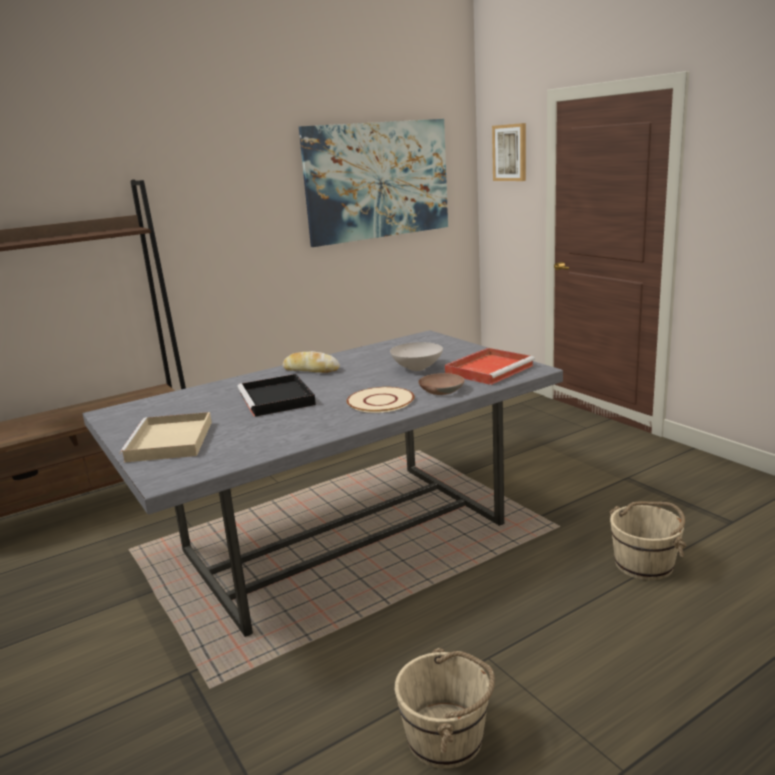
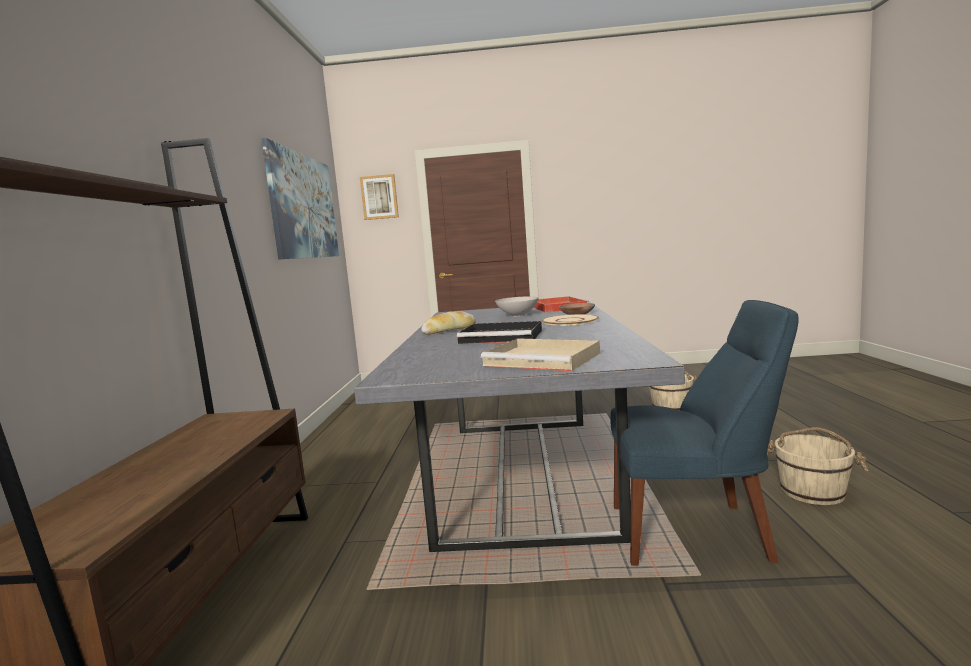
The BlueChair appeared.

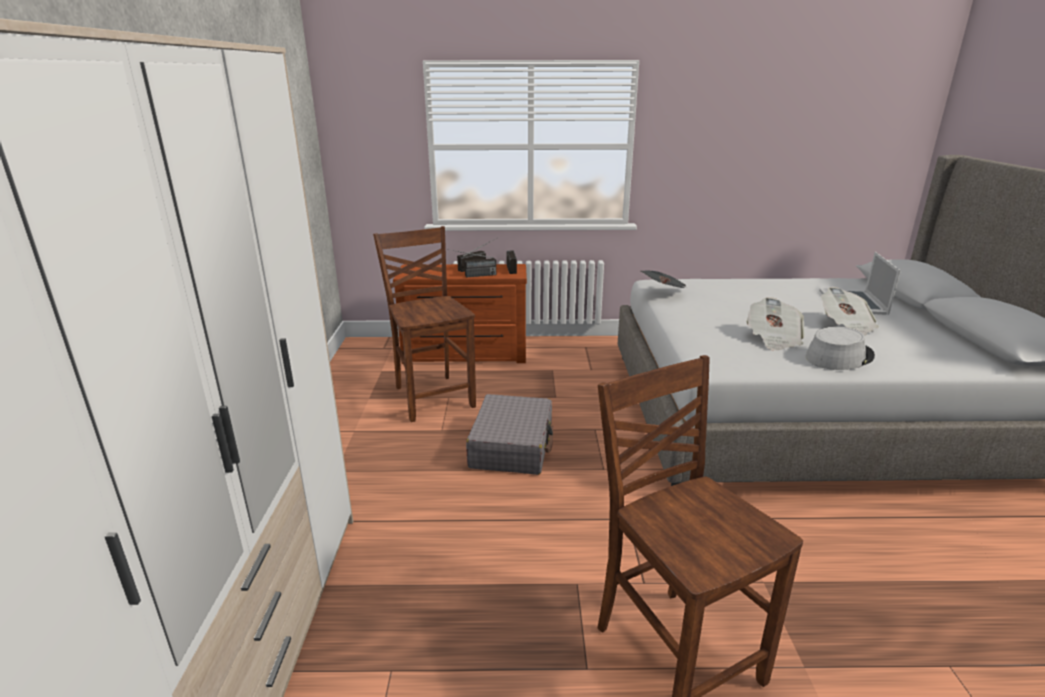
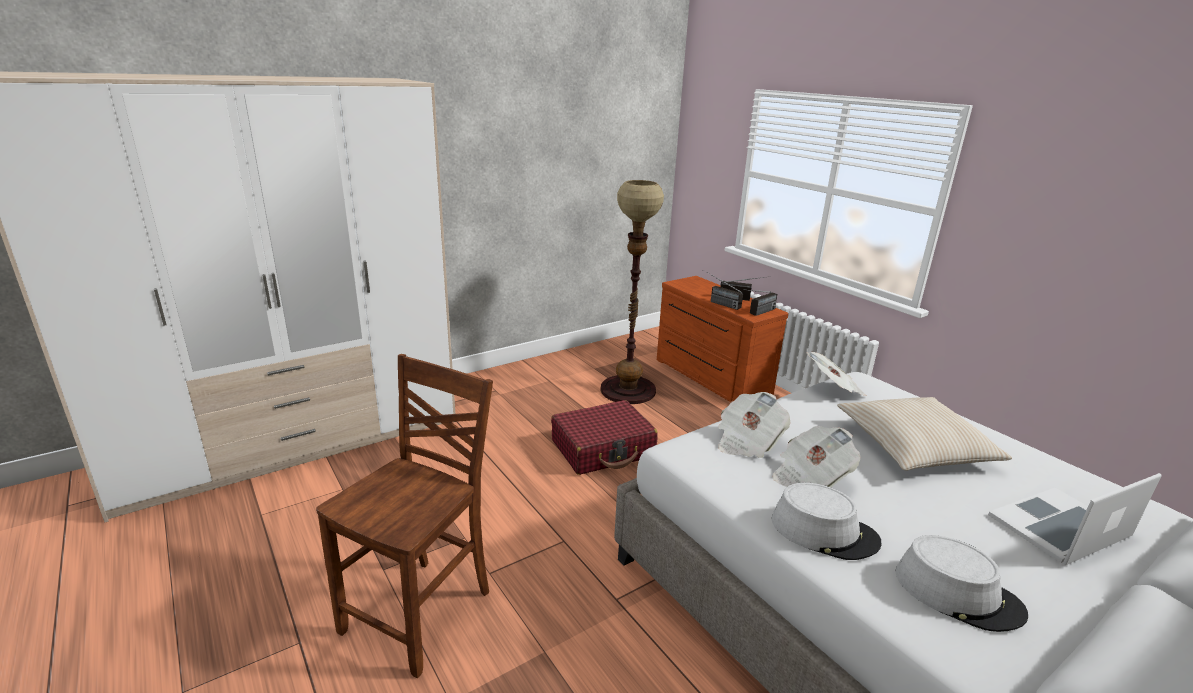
The BrownChair (no. 1 from left) was replaced by the FloorLamp.
The Newspaper (no. 3 from left in the first image) moved.
The GreySuitcase became the RedSuitcase.
The BeigePillow appeared.
The GreyHat (no. 2 from left) appeared.

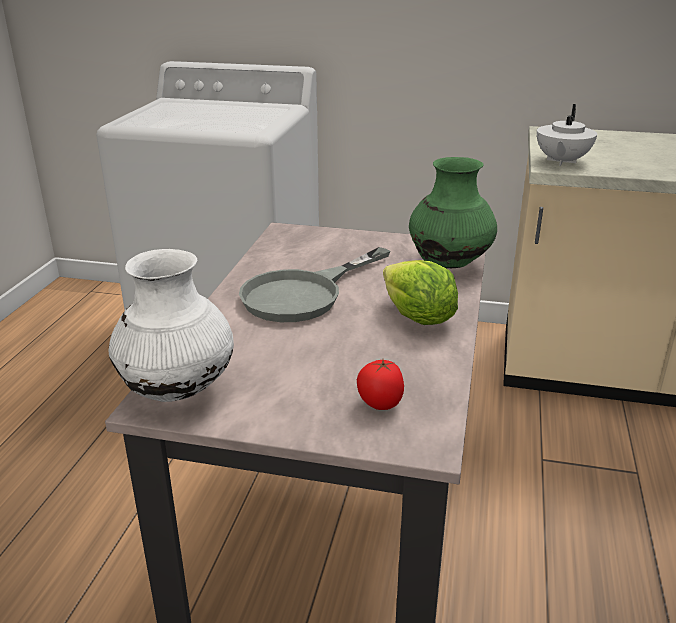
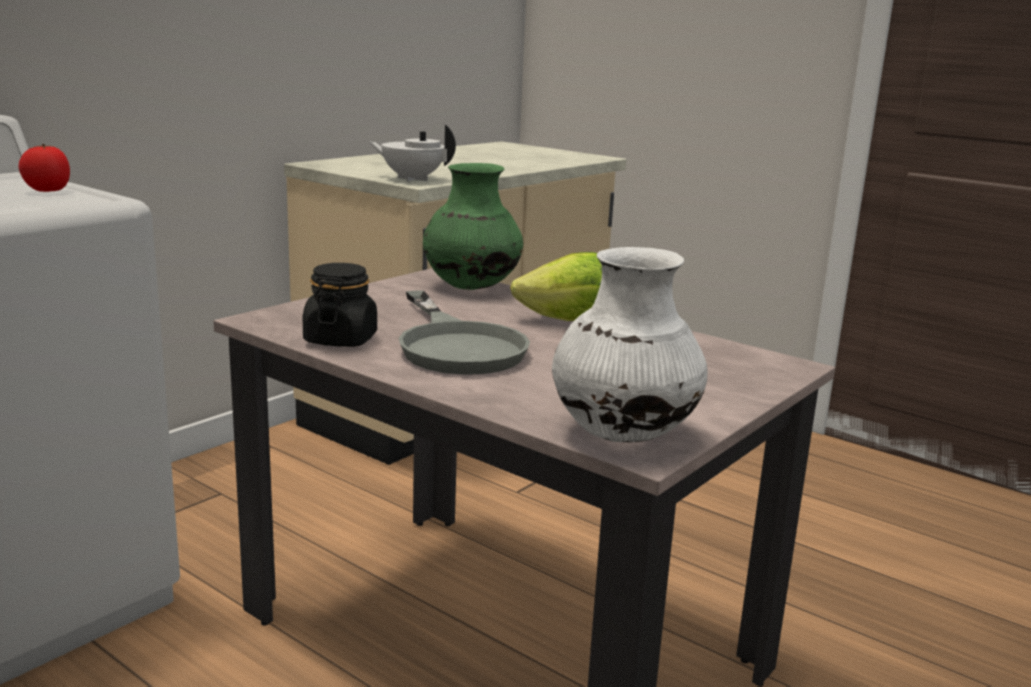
The WhiteTeapot turned 150 degrees clockwise.
The Tomato moved.
The BlackJar appeared.

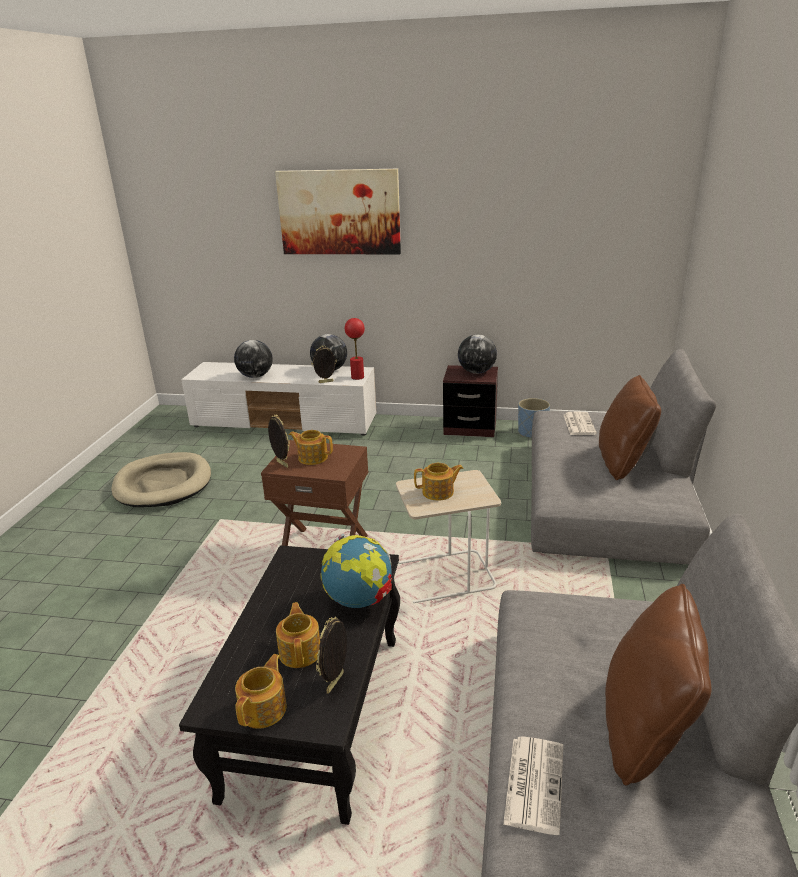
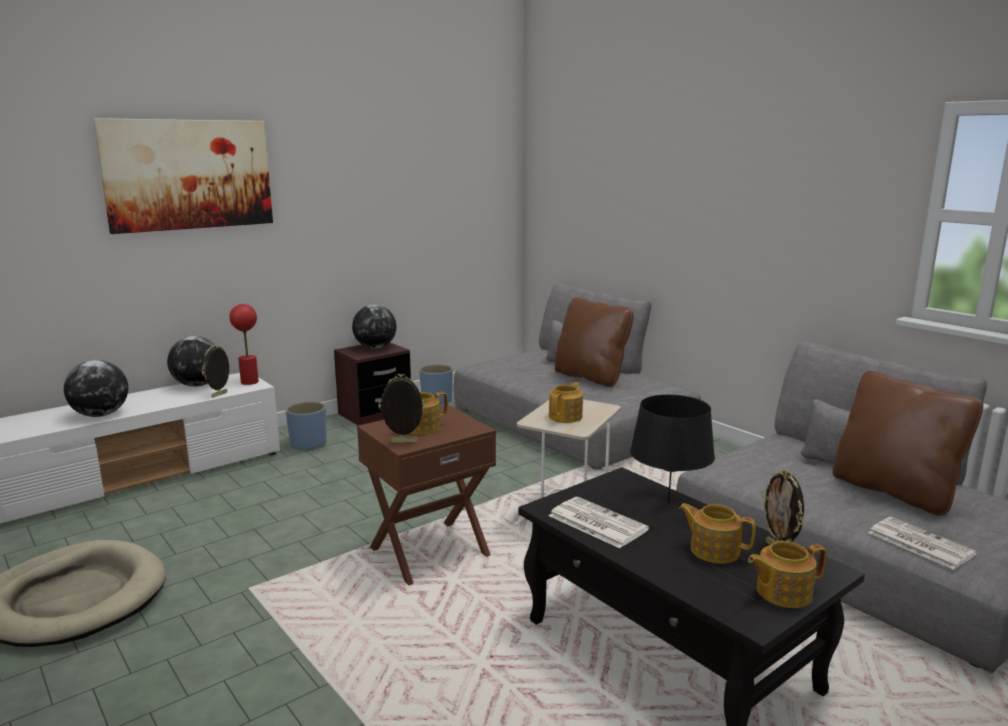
The Newspaper (no. 2 from left in the first image) moved.
The Globe (no. 3 from left) was replaced by the BlackTableLamp.
The Teapot (no. 1 from left in the first image) turned 75 degrees counterclockwise.
The BluePlanter (no. 1 from left) appeared.

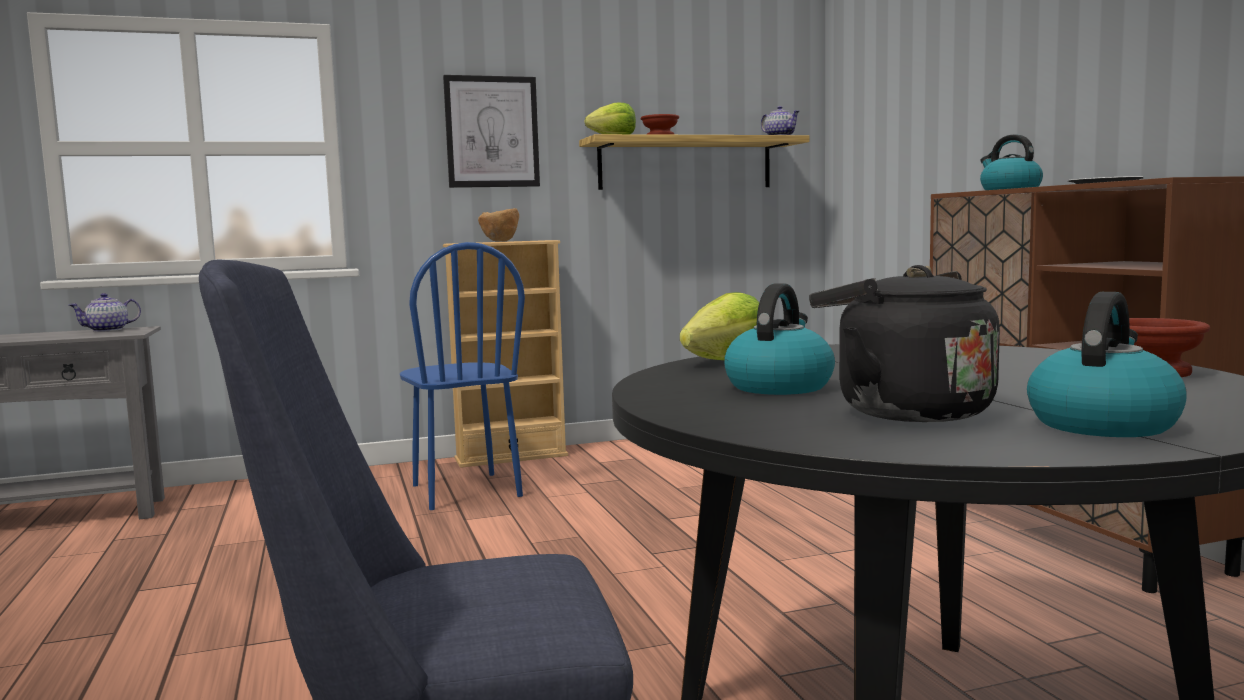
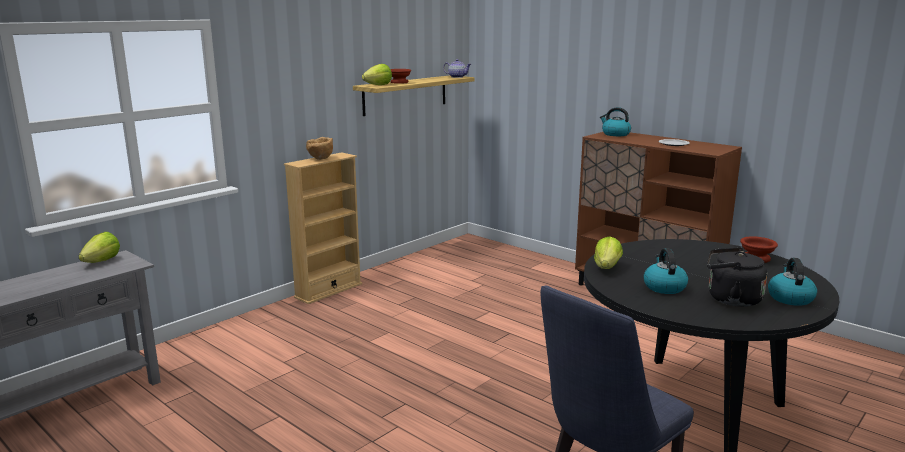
The Picture disappeared.
The BlueChair (no. 2 from left) disappeared.
The Teapot (no. 1 from left) was replaced by the Lettuce (no. 1 from left).

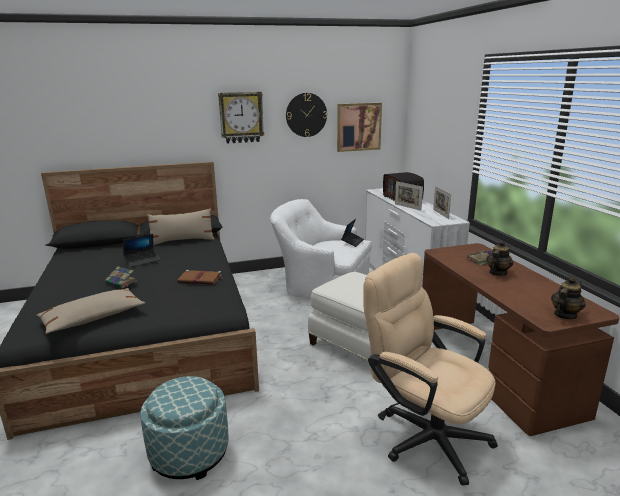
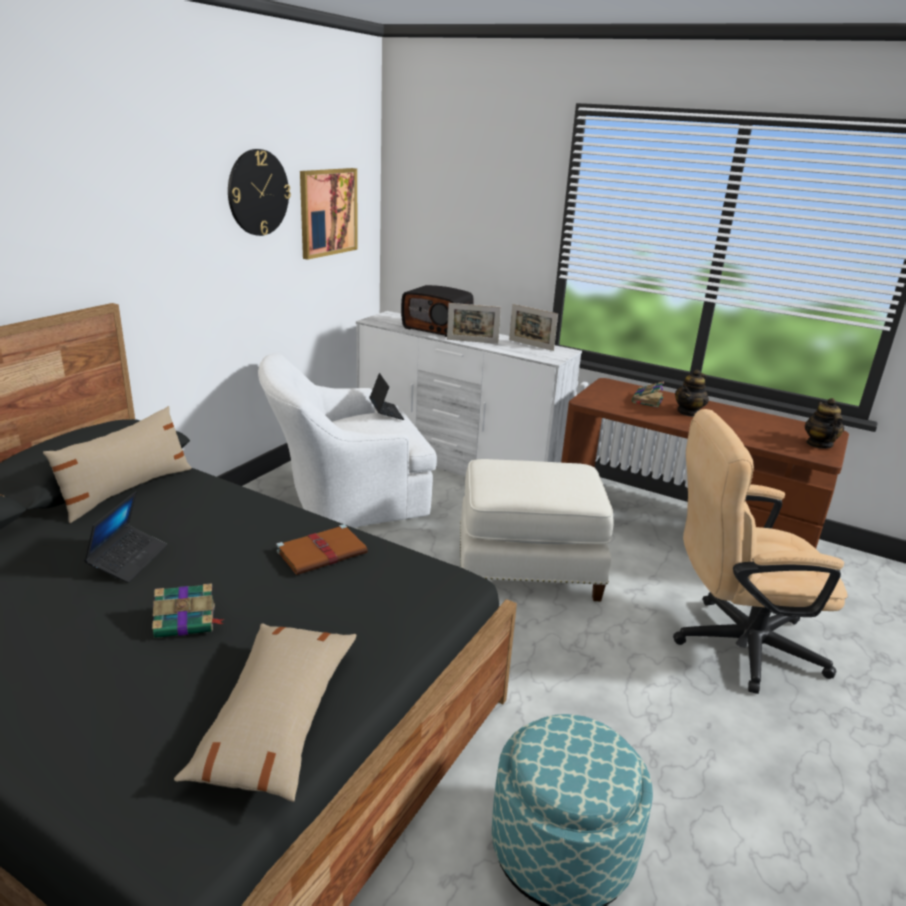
The WallClock (no. 1 from left) disappeared.
The Teapot (no. 1 from left) turned 135 degrees counterclockwise.

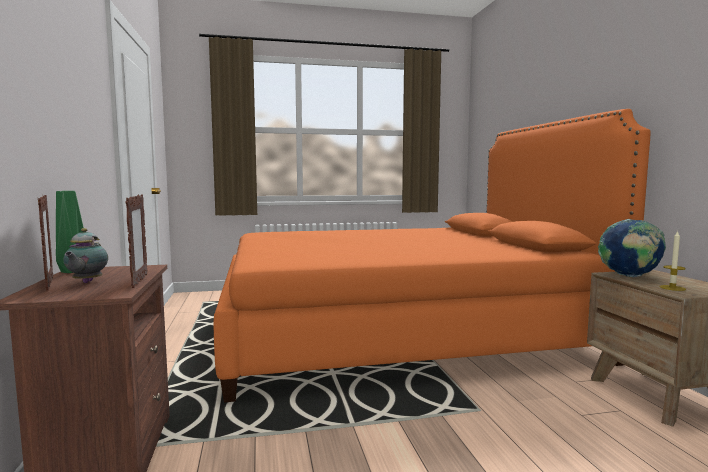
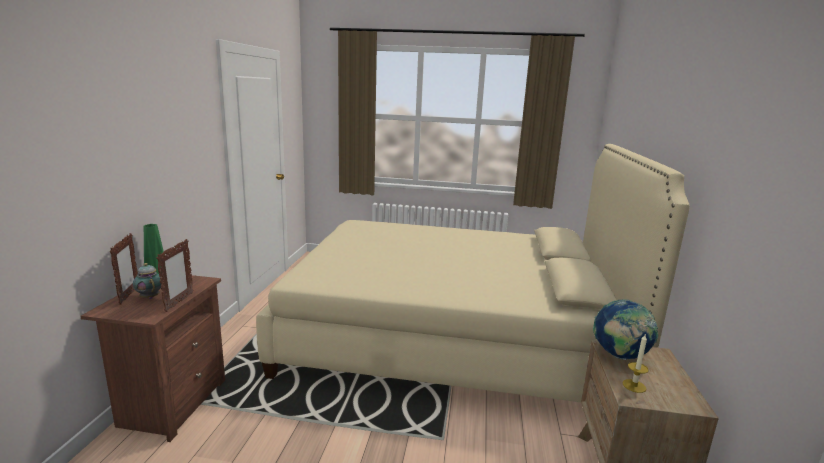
The OrangeBed became the BeigeBed.
The Teapot turned 120 degrees clockwise.

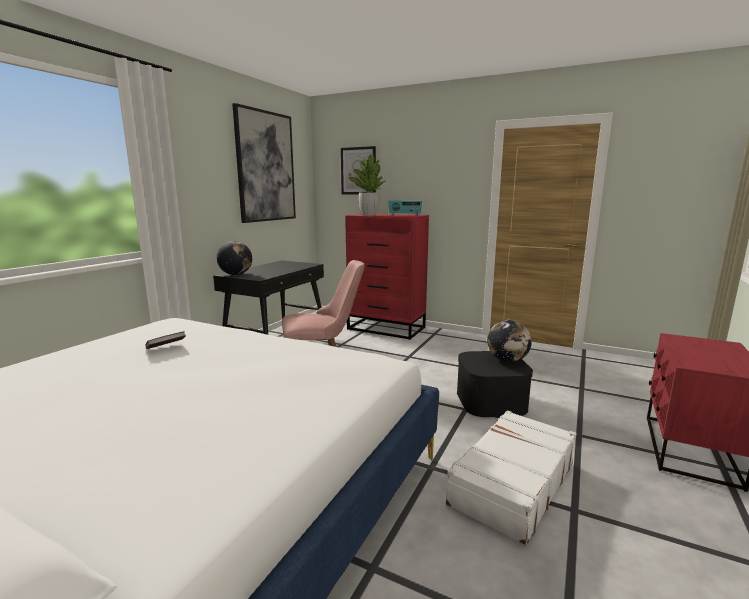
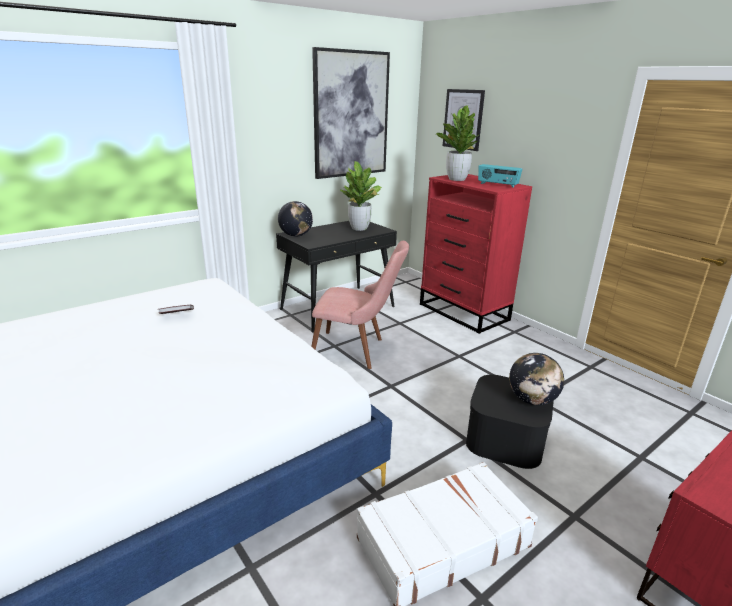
The PottedPlant (no. 1 from left) appeared.

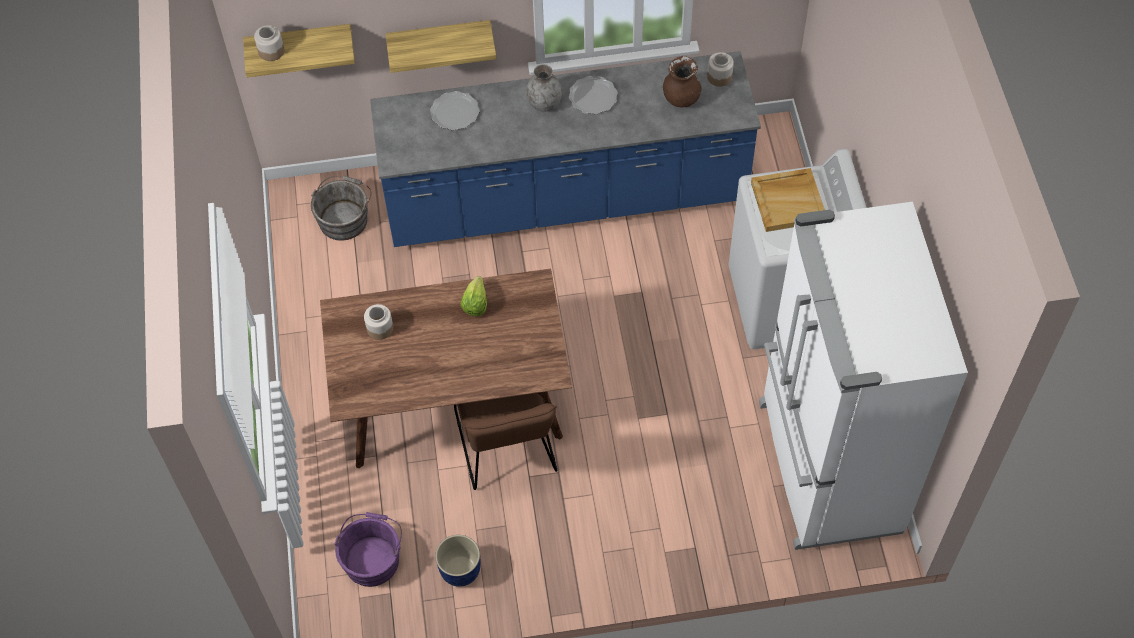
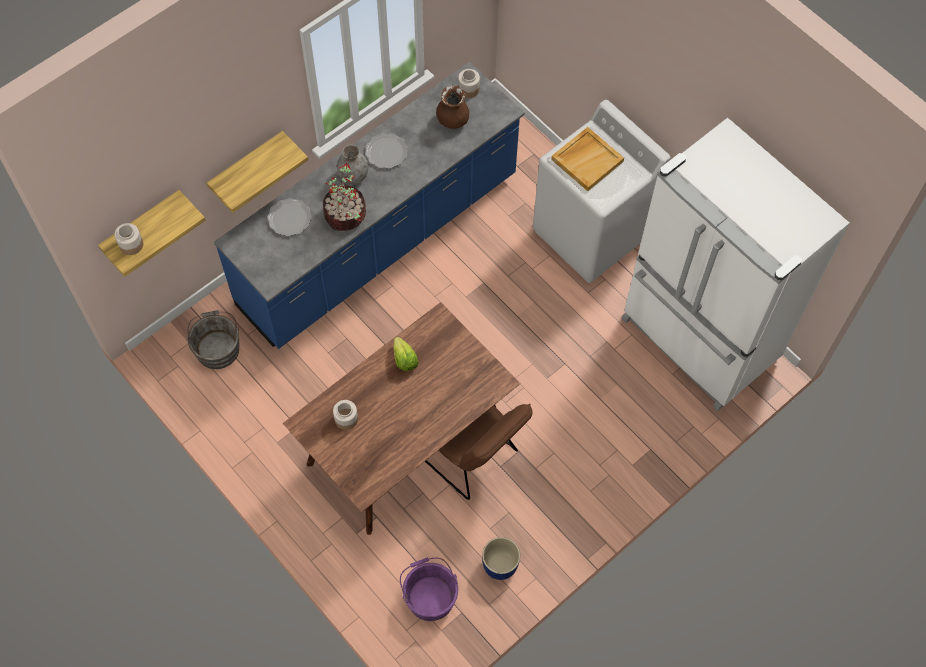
The PottedPlant appeared.

